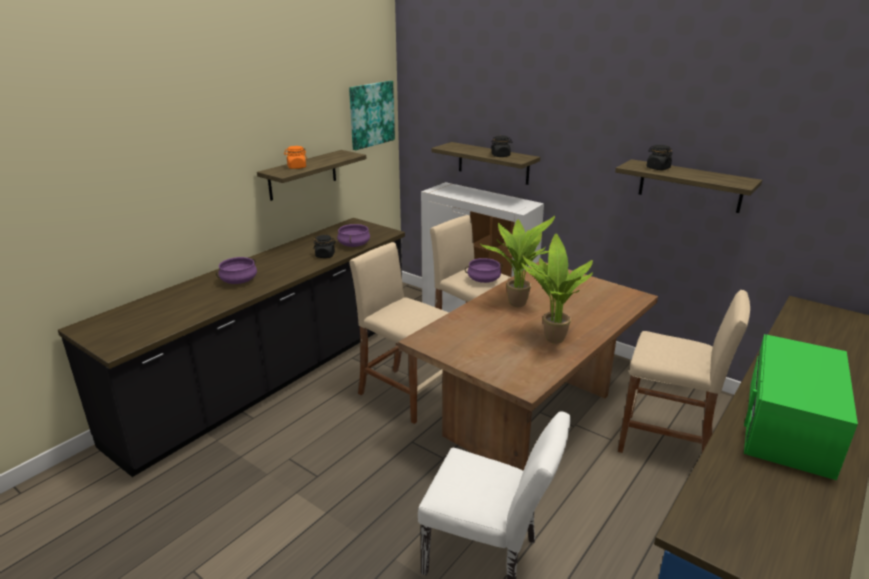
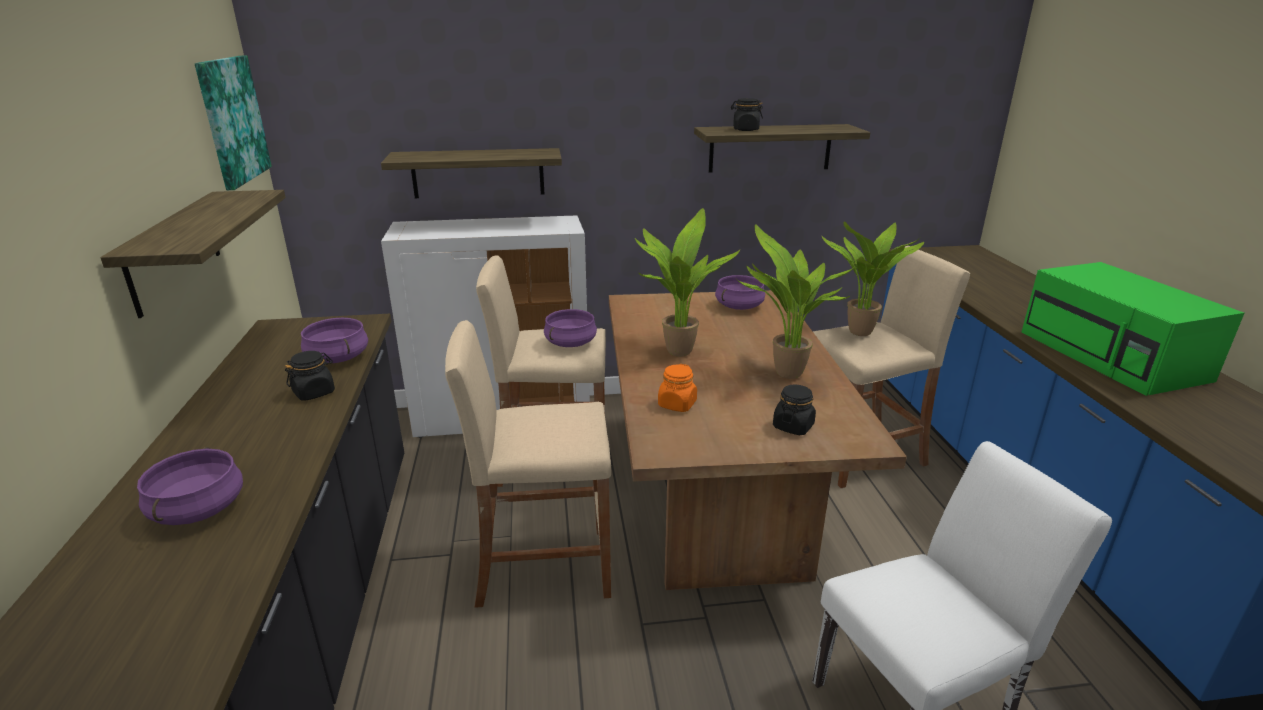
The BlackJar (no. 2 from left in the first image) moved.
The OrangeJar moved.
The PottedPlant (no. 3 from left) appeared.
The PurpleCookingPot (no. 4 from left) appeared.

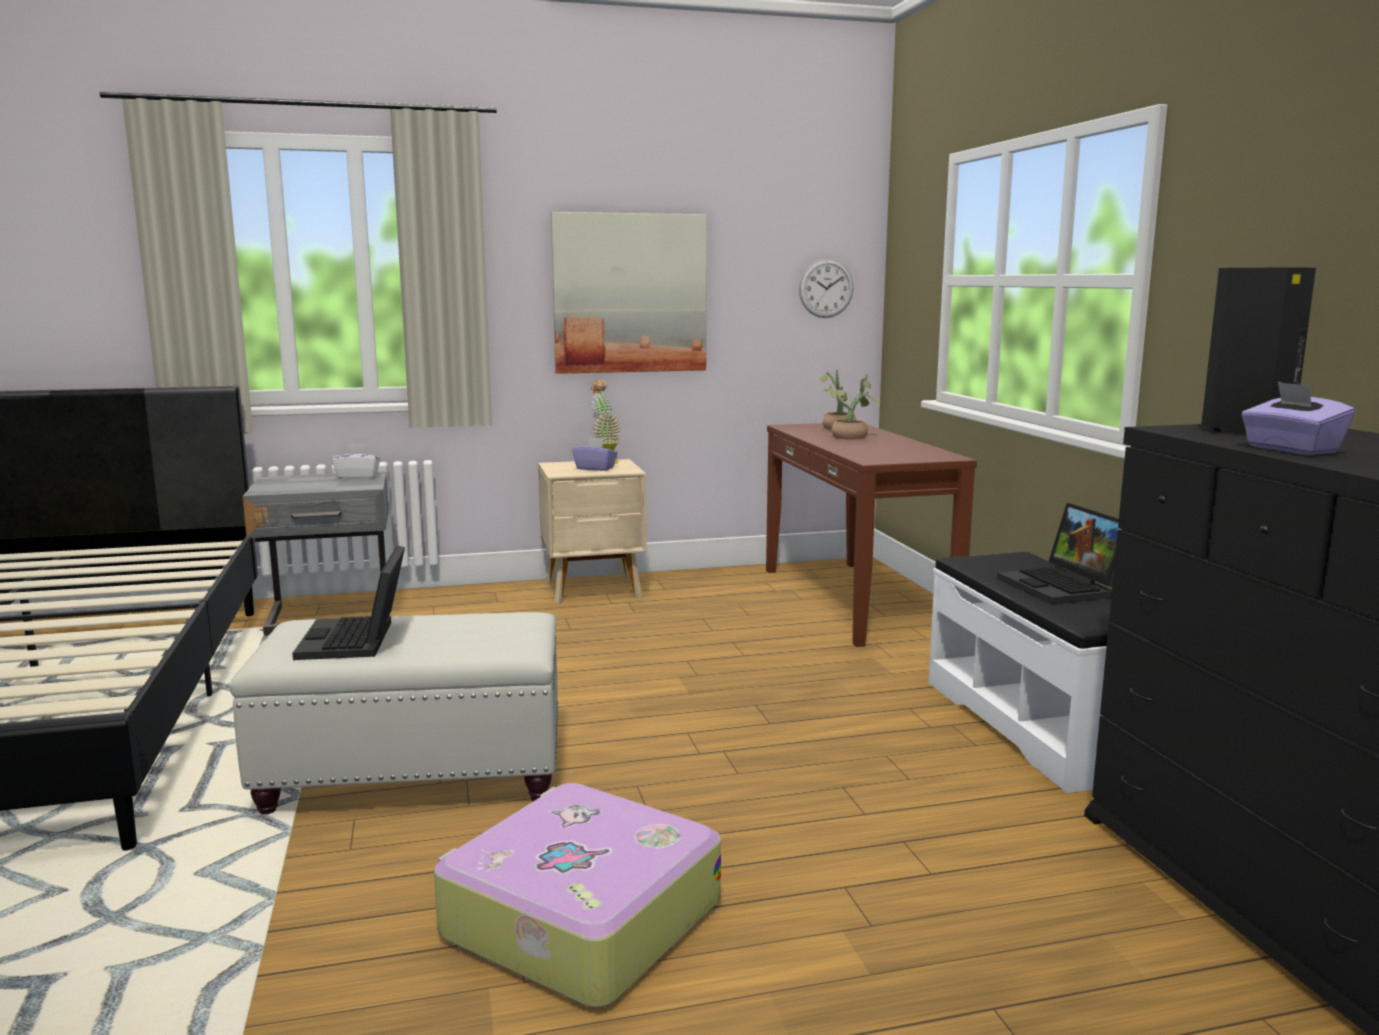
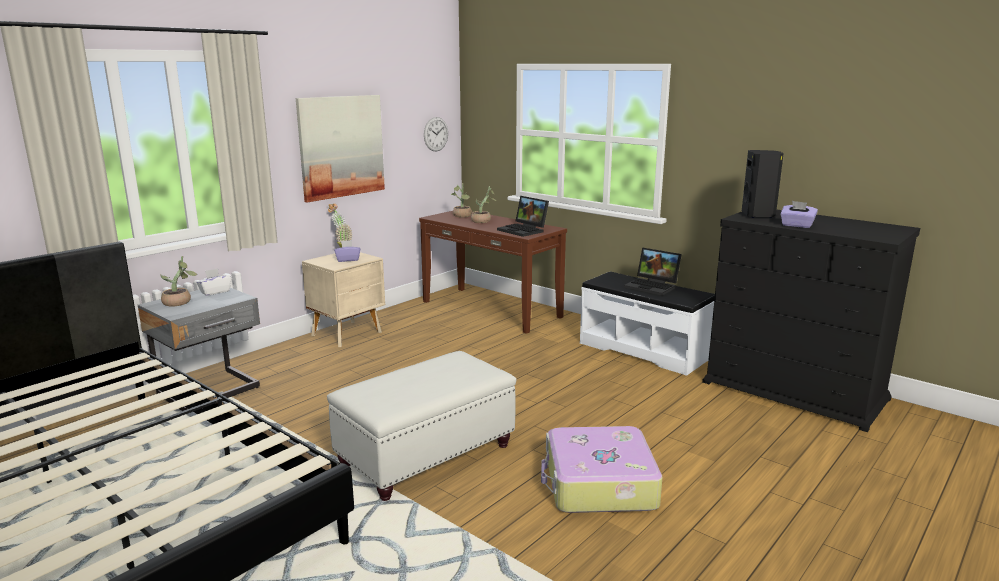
The Laptop (no. 1 from left) moved.
The PottedPlant (no. 1 from left) appeared.

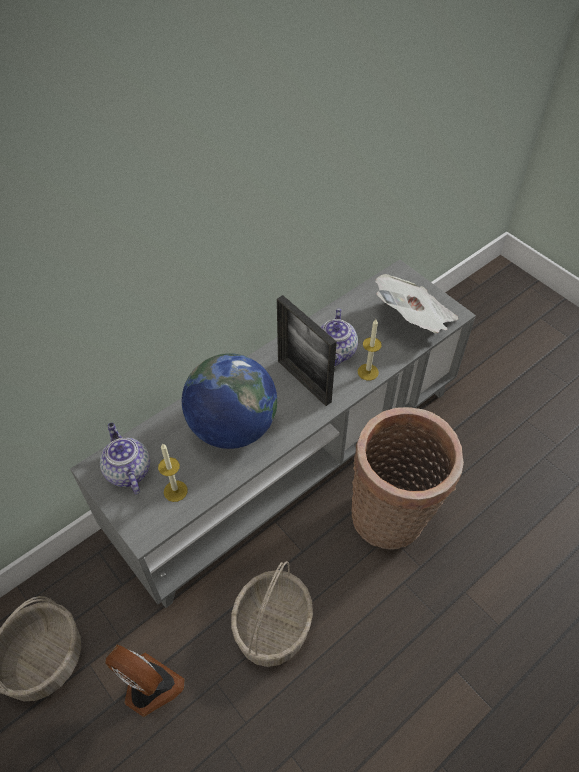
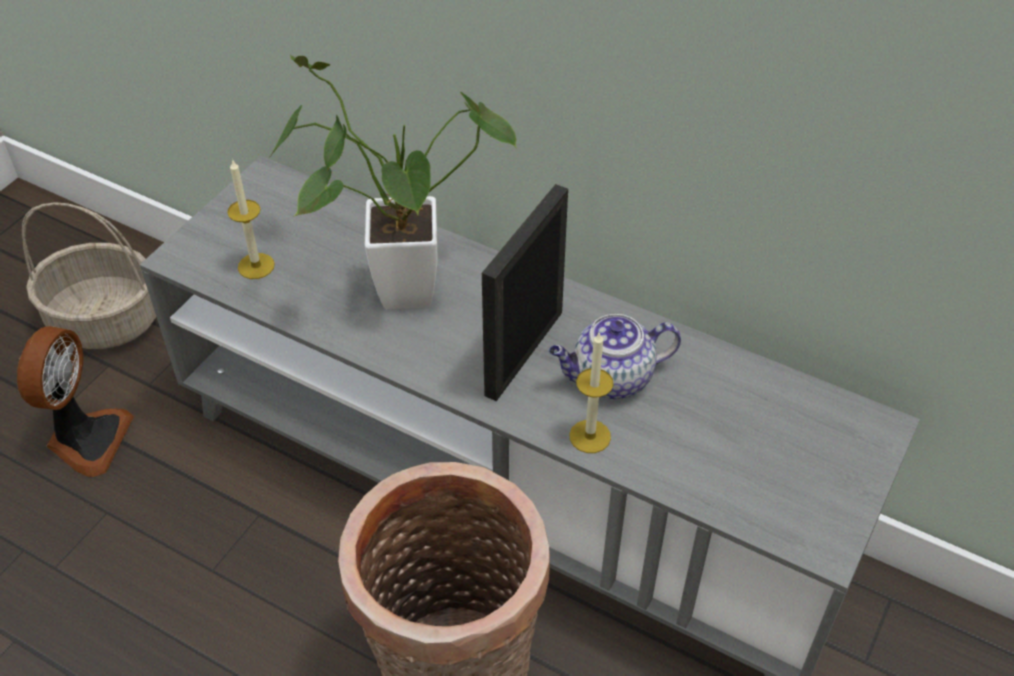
The Newspaper disappeared.
The Globe was replaced by the PottedPlant.
The Teapot (no. 1 from left) disappeared.
The Basket (no. 2 from left) disappeared.

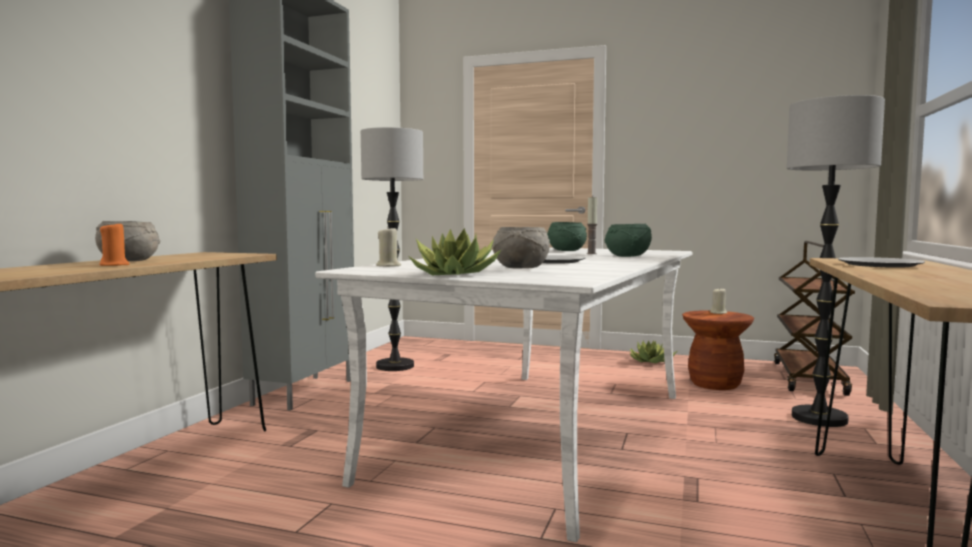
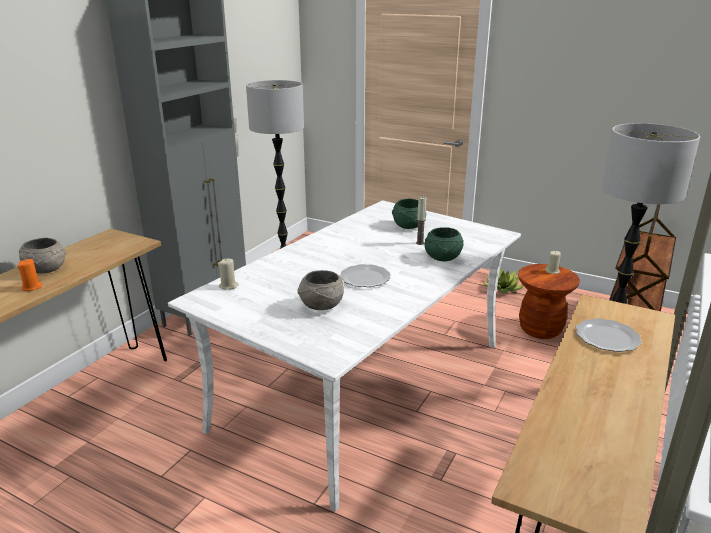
The PottedPlant (no. 1 from left) disappeared.

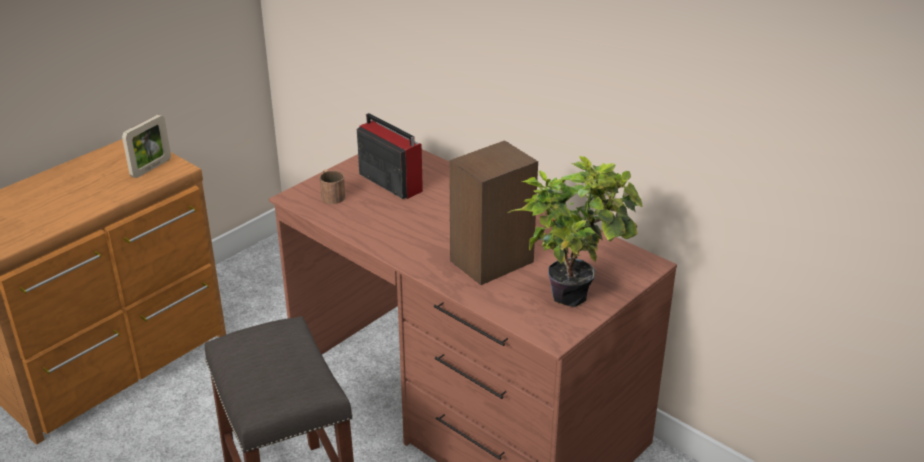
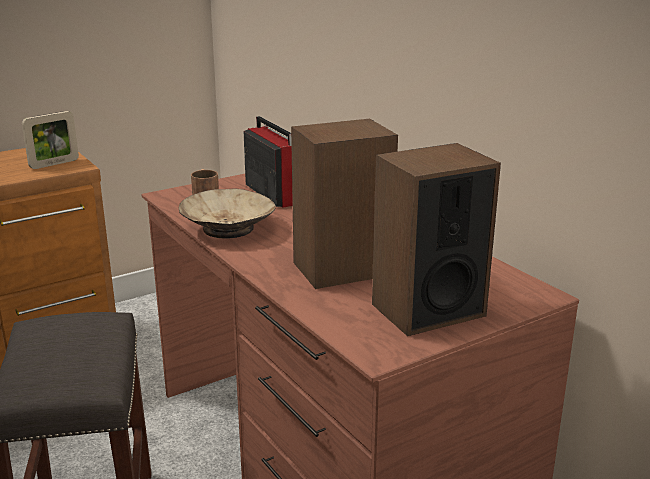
The PottedPlant was replaced by the Speaker (no. 2 from left).
The BeigeBowl appeared.

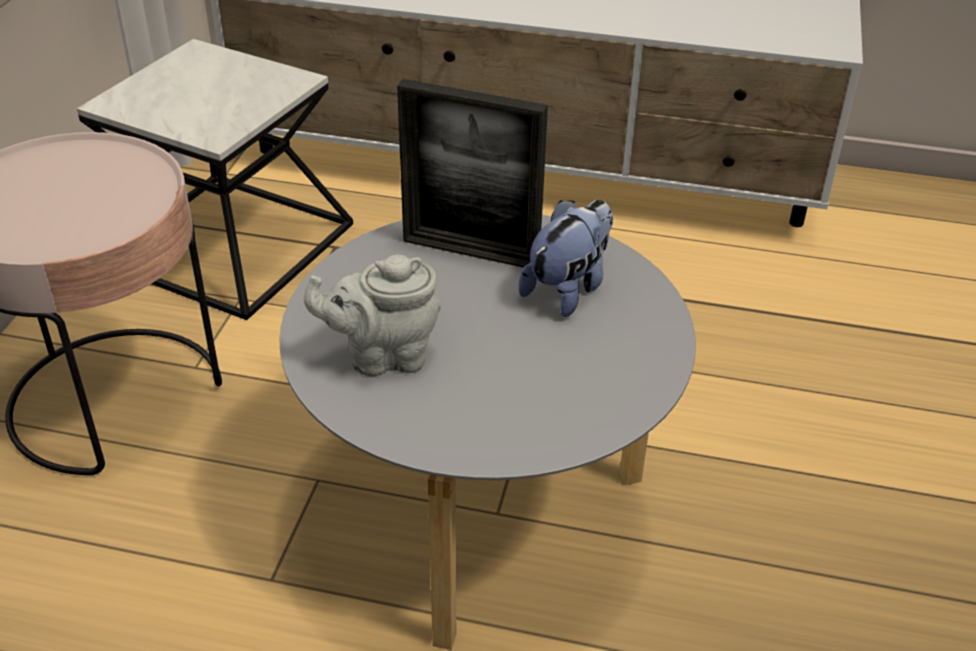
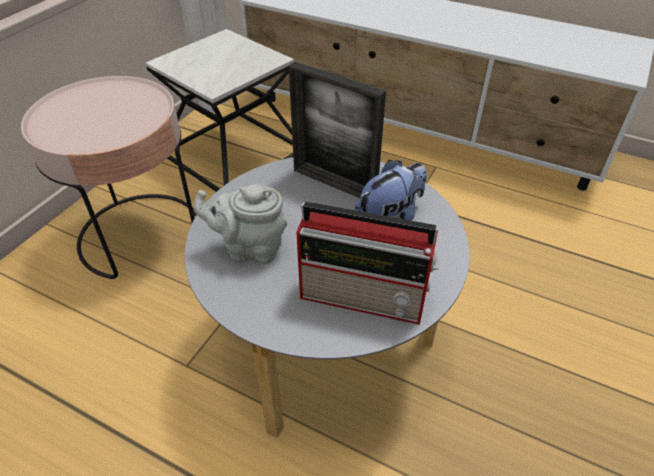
The Radio appeared.

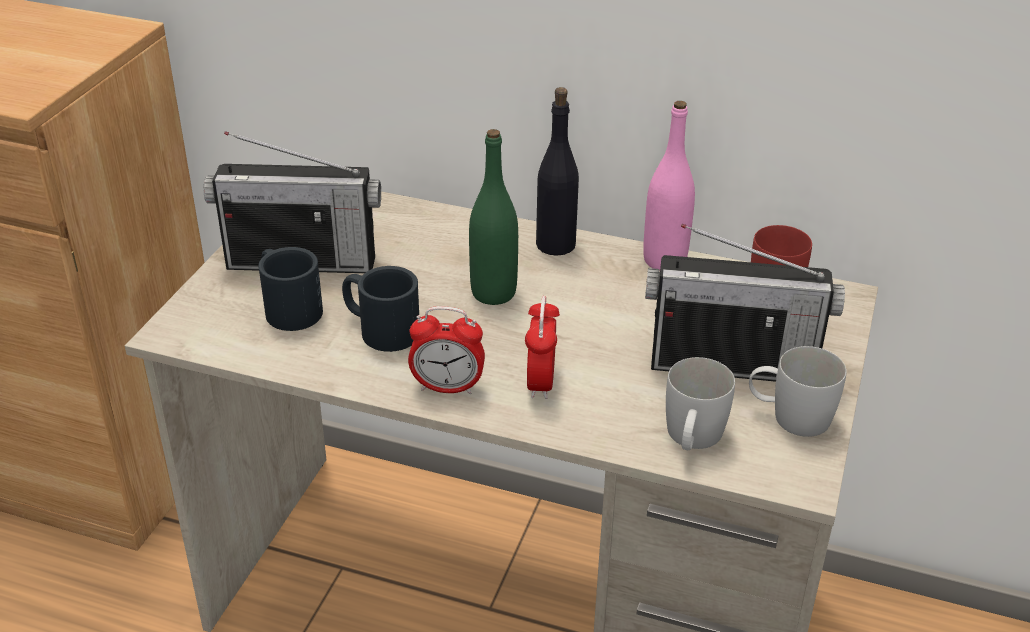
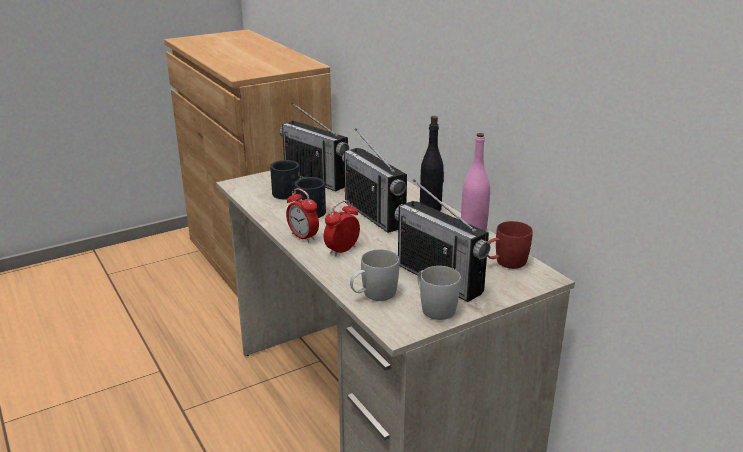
The GreenBottle was replaced by the Radio (no. 2 from left).

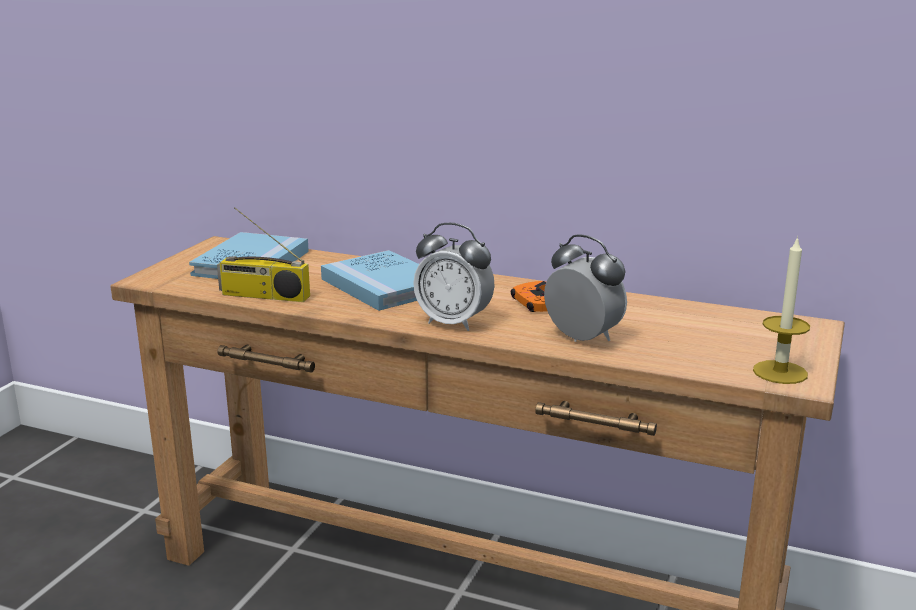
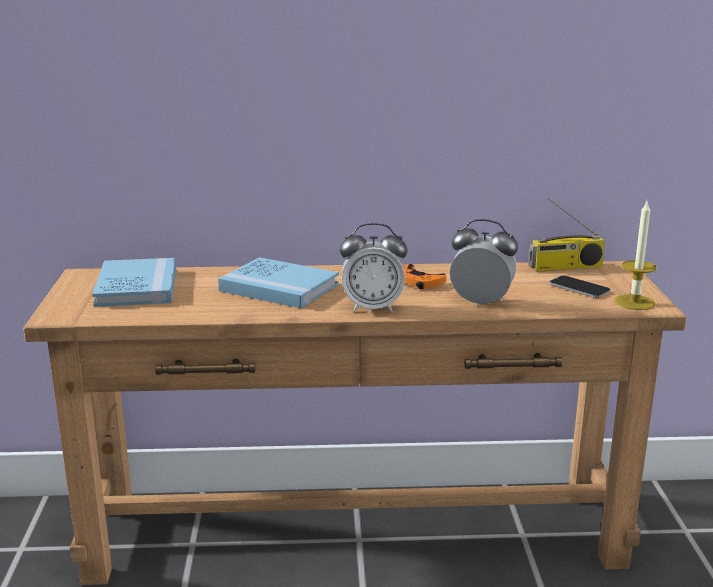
The Radio moved.
The Phone appeared.

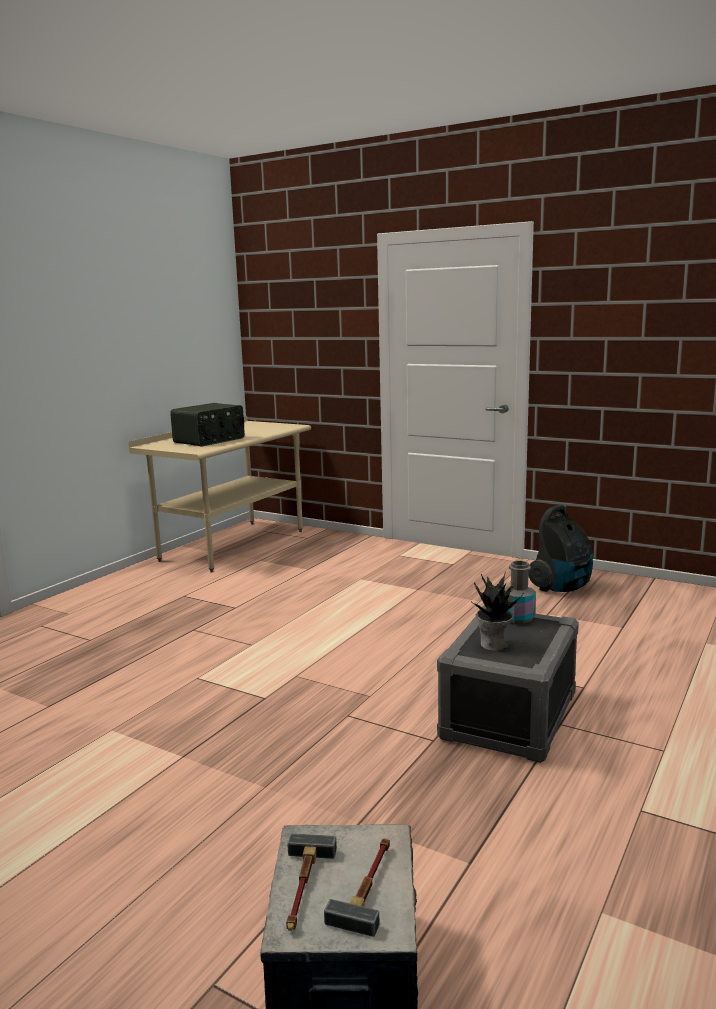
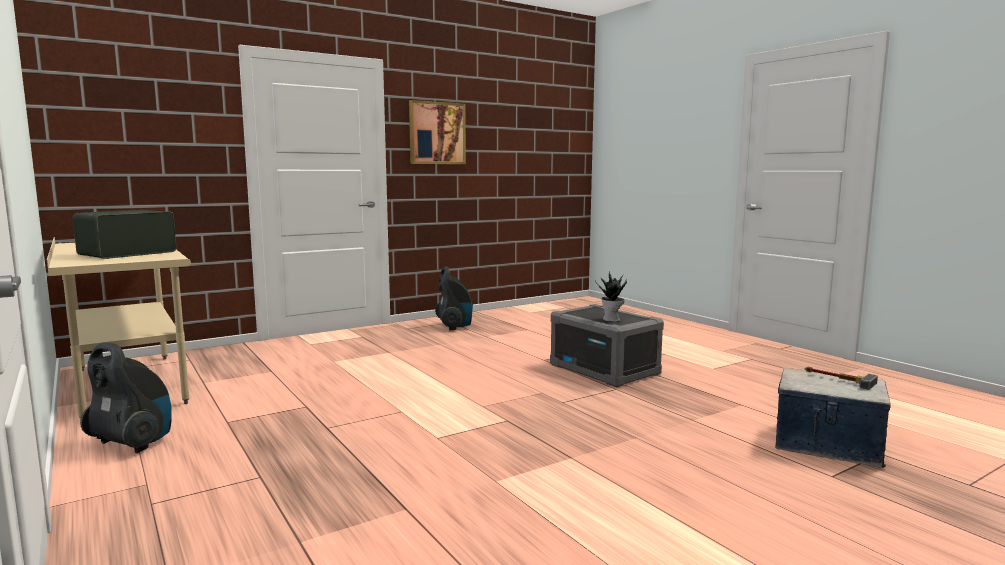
The Radio turned 120 degrees counterclockwise.
The GreyBottle disappeared.
The Hammer (no. 1 from left) disappeared.
The Picture appeared.
The VacuumCleaner (no. 1 from left) appeared.

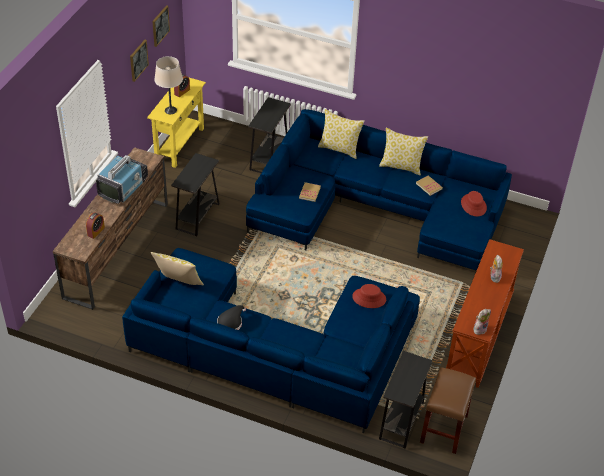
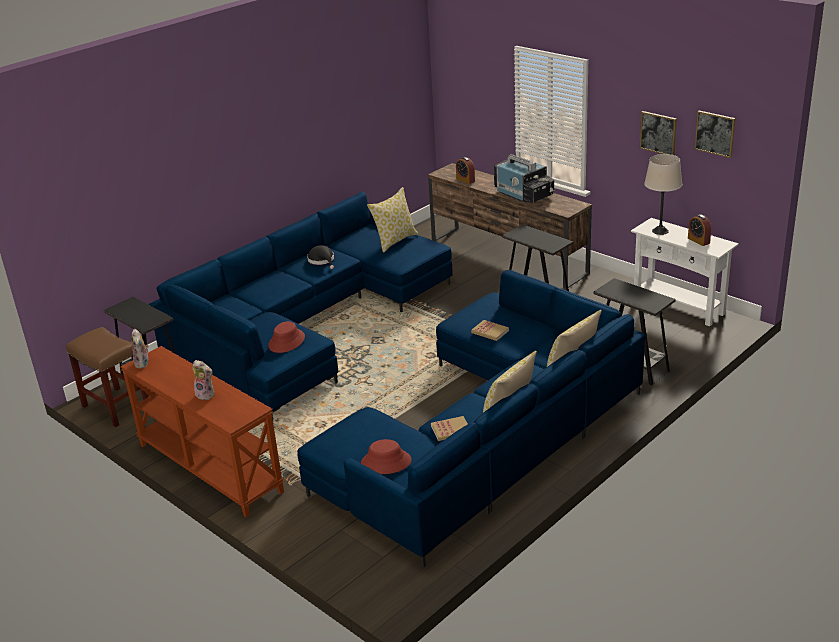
The YellowConsoleTable became the WhiteConsoleTable.

